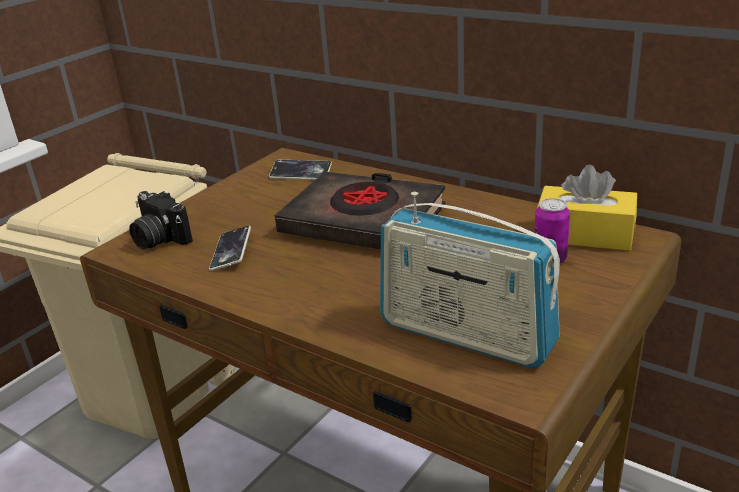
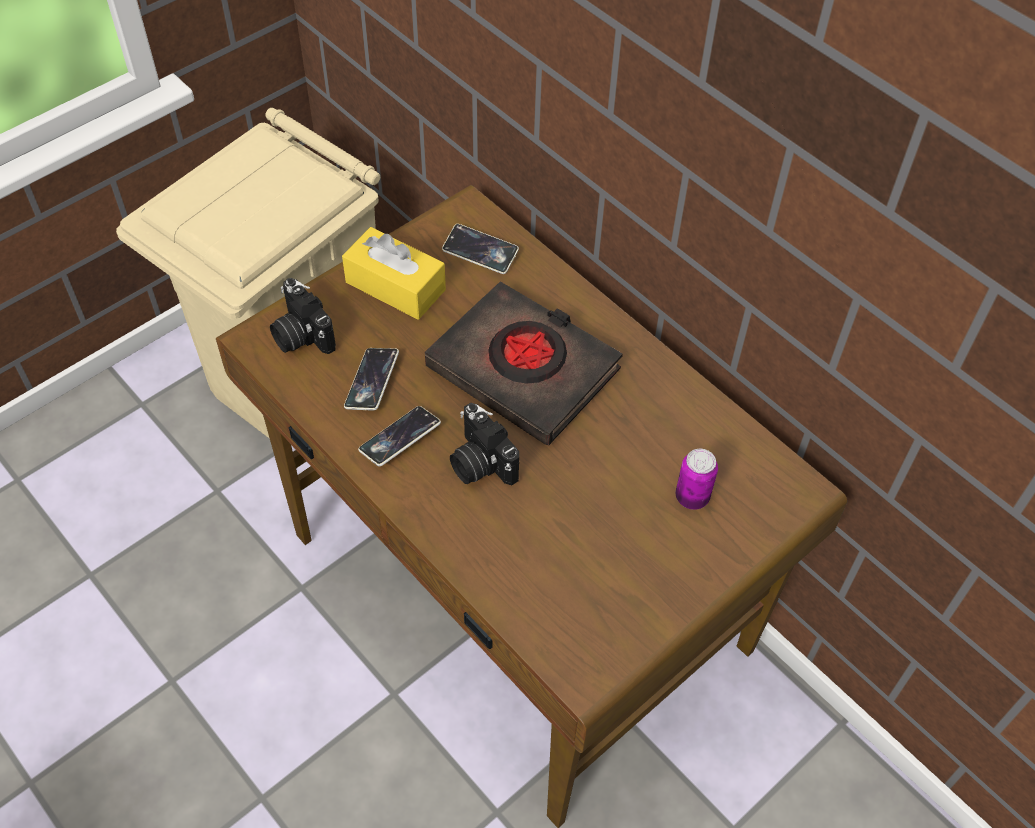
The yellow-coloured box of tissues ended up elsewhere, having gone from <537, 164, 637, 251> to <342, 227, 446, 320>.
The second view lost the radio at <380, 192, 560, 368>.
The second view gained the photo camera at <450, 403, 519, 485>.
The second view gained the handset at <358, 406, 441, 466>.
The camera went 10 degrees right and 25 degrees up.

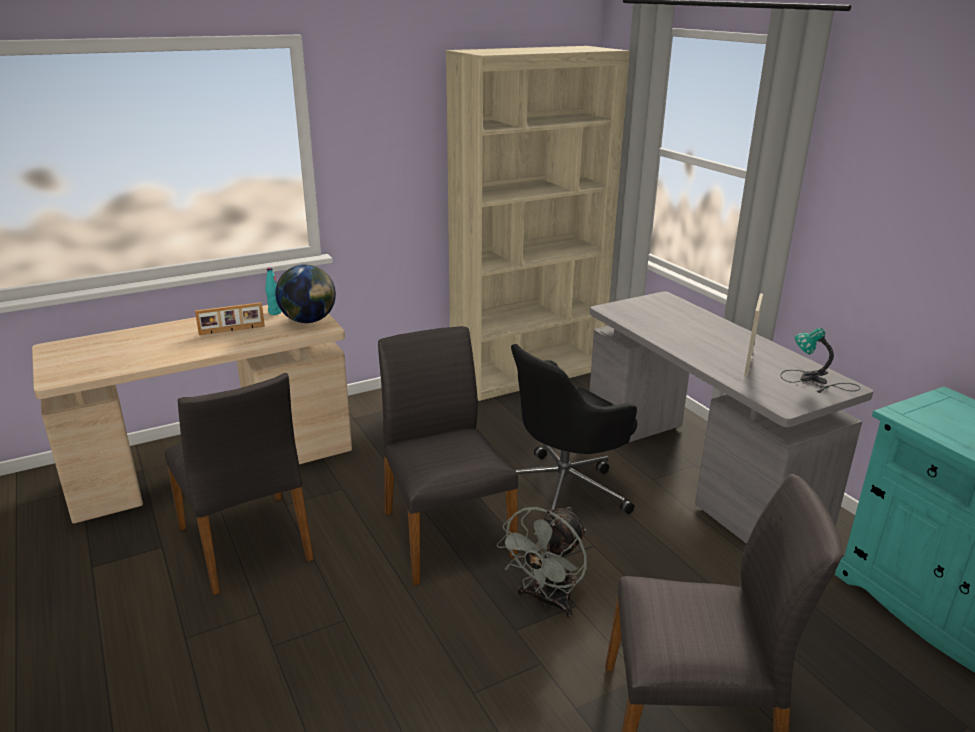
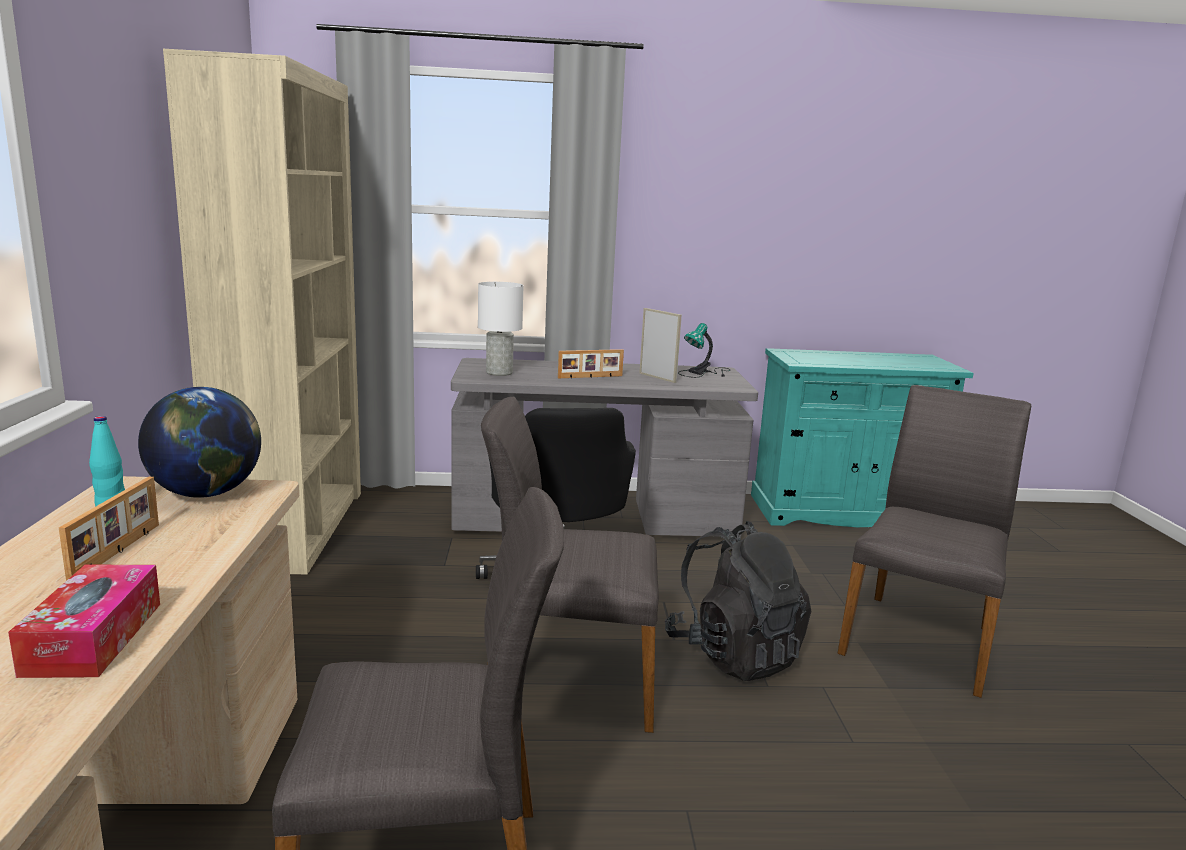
Where the grey cooling fan stood at <497, 506, 587, 618>, the black rucksack came to stand at <665, 521, 811, 681>.
The second view gained the whitish lamp for a table at <478, 282, 523, 376>.
The second view gained the photo frame at <558, 349, 624, 378>.
The second view gained the box of tissues at <8, 564, 160, 678>.
The camera went 65 degrees left and 10 degrees down.

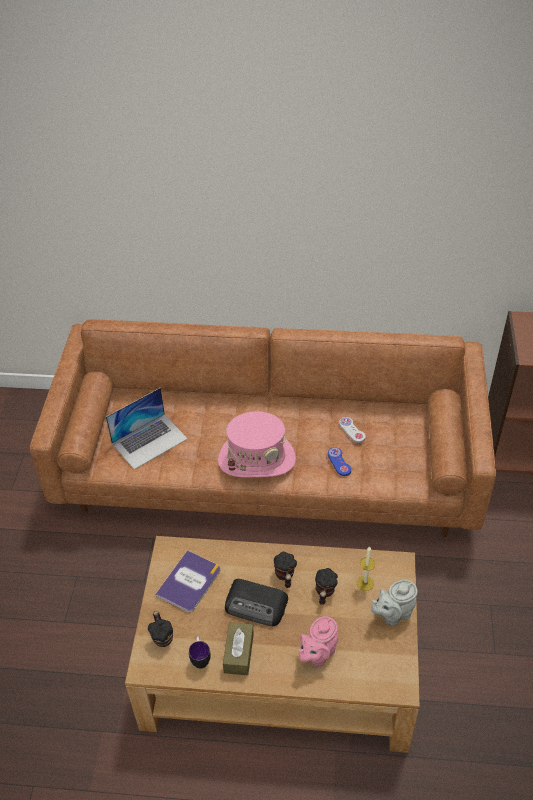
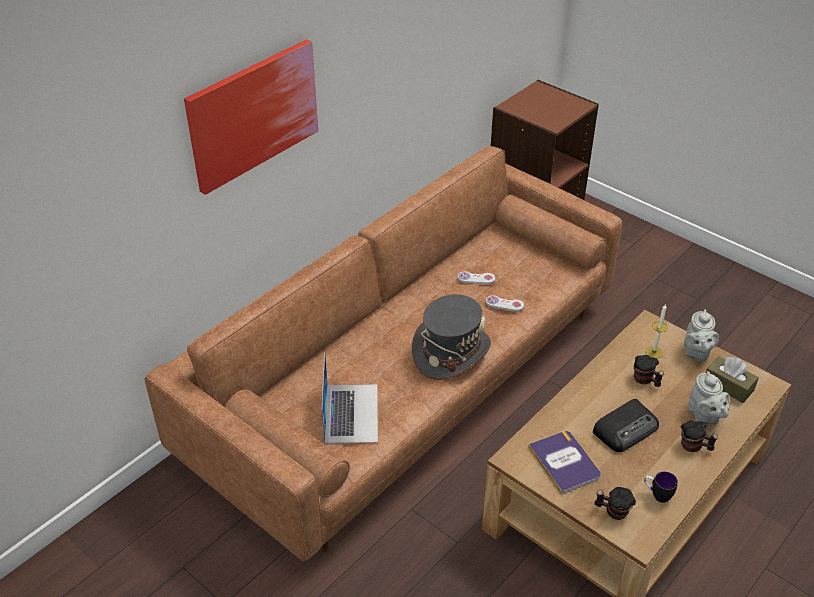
What was the pink-coloured wearable hat at <218, 411, 296, 477> turned into the grey wearable hat at <412, 294, 491, 380>.
What was the blue game controller at <328, 447, 351, 476> turned into the whitish game controller at <486, 295, 524, 312>.
The mug ended up elsewhere, having gone from <274, 552, 297, 588> to <681, 420, 718, 452>.
What was the pink-coloured tea pot at <299, 616, 338, 667> turned into the grey tea pot at <688, 371, 730, 425>.
The brown box of tissues ended up elsewhere, having gone from <223, 622, 254, 675> to <706, 356, 759, 403>.
The second view gained the picture at <184, 39, 318, 195>.
The camera went 55 degrees left and 5 degrees down.

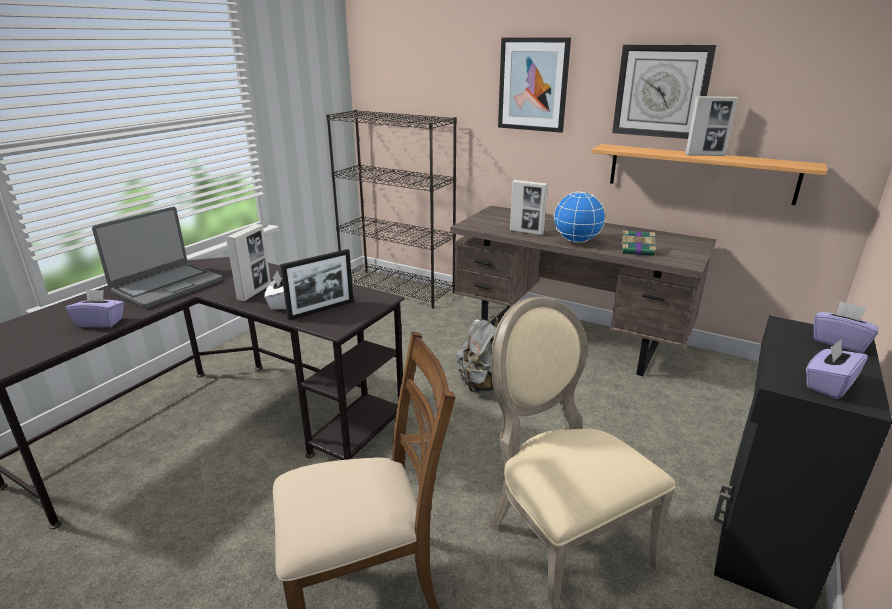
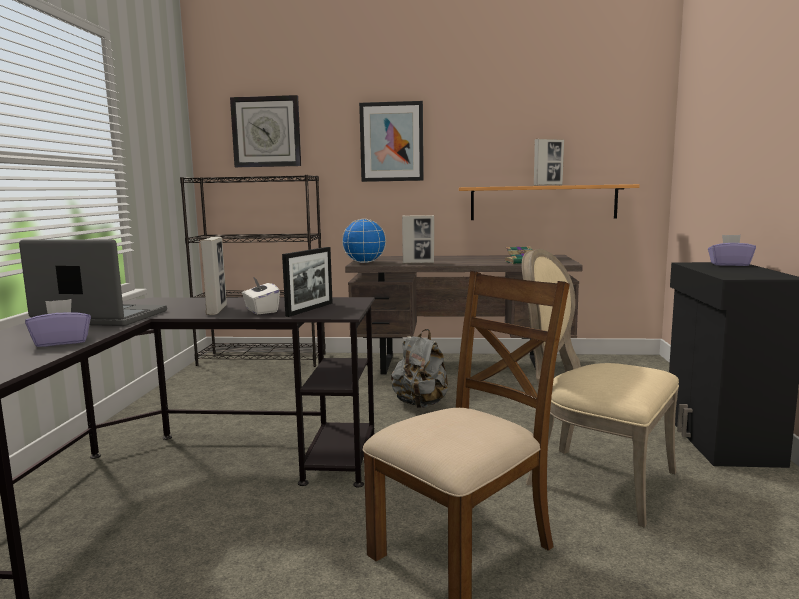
The wall clock ended up elsewhere, having gone from <612, 44, 717, 139> to <230, 95, 301, 167>.
The desk globe ended up elsewhere, having gone from <554, 191, 605, 243> to <342, 219, 386, 263>.
The portable computer at <92, 207, 223, 308> ended up facing another way, 90 degrees counterclockwise from before.
The second view lost the purplish box of tissues at <806, 339, 868, 399>.
The camera went 25 degrees left and 15 degrees down.

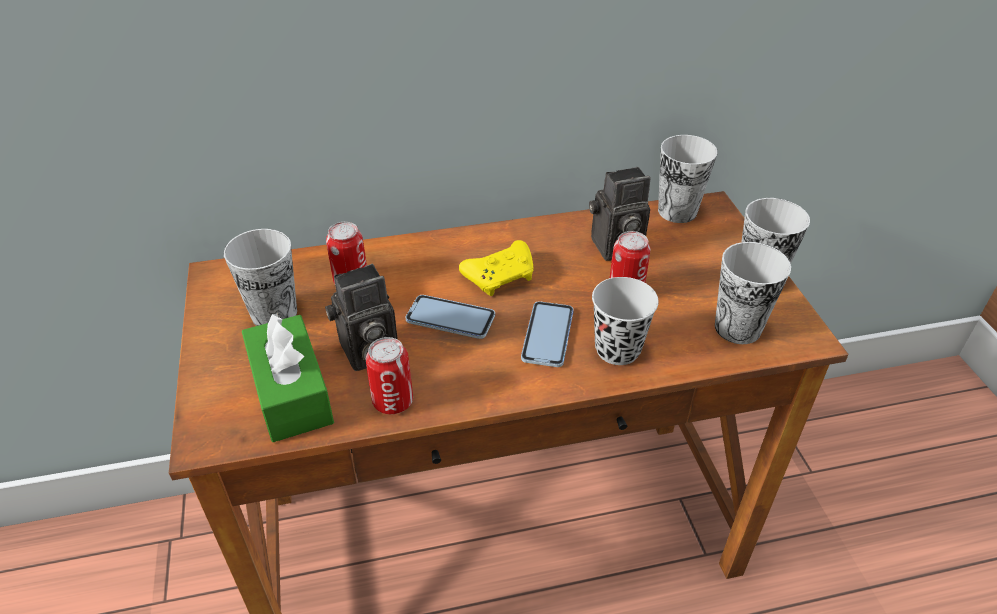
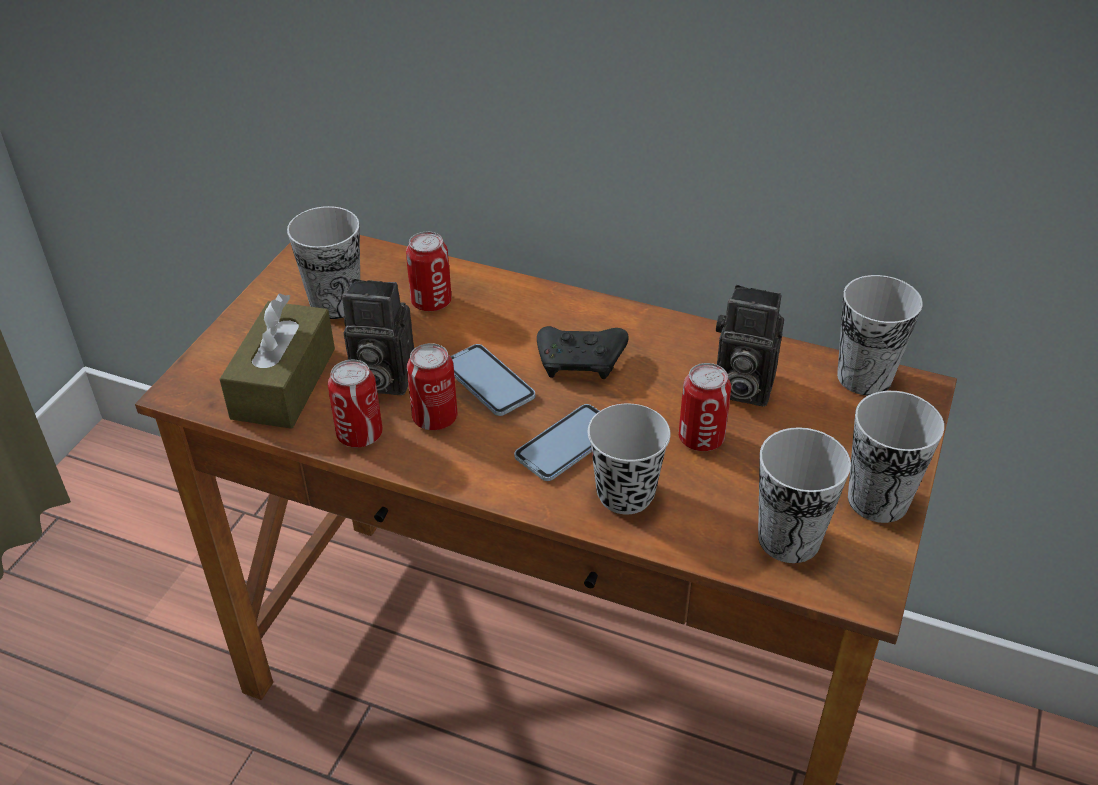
What was the yellow-coloured game controller at <459, 240, 534, 296> turned into the black game controller at <537, 326, 629, 379>.
What was the green-coloured box of tissues at <242, 312, 334, 442> turned into the brown box of tissues at <219, 293, 335, 429>.
The second view gained the metal can at <407, 343, 458, 430>.
The camera went 35 degrees right and 0 degrees up.

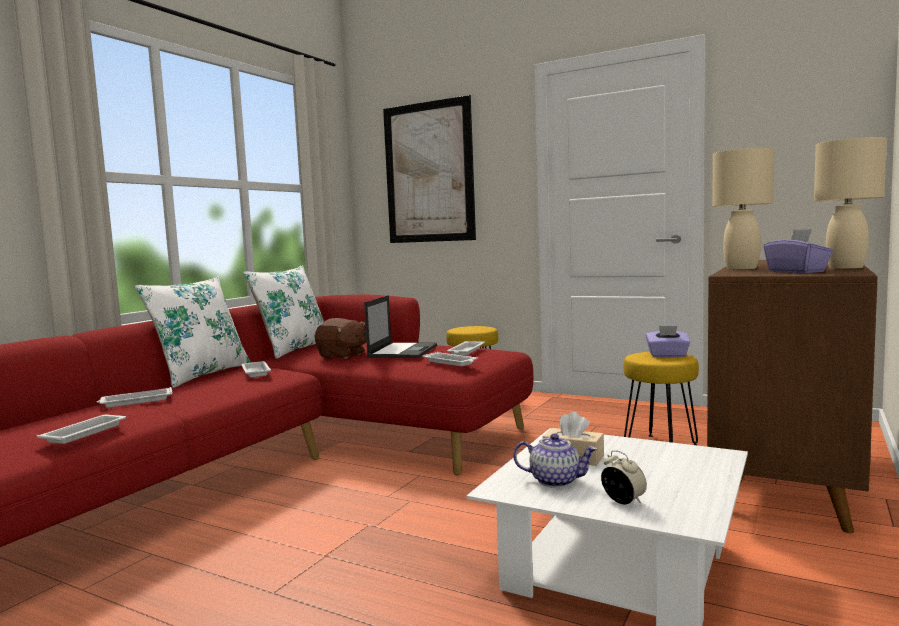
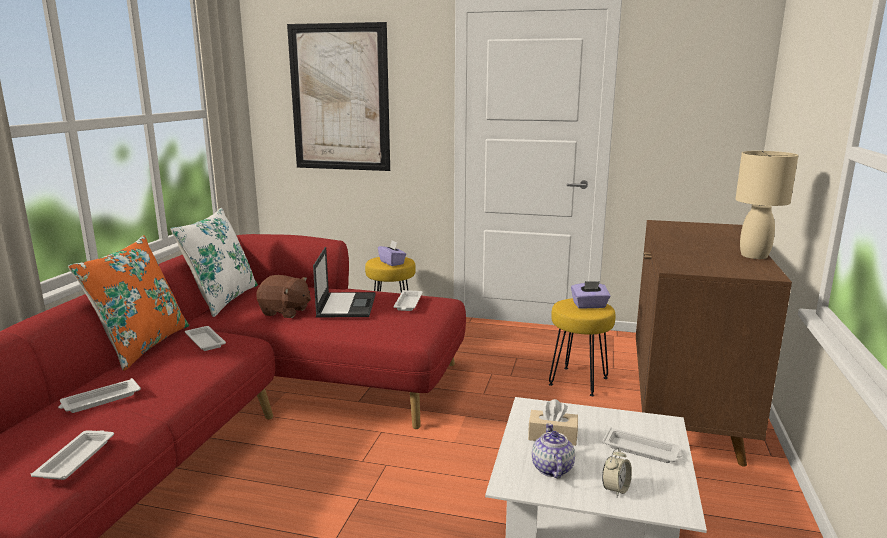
The second view lost the sand-coloured lamp for a table at <712, 148, 774, 269>.
The purplish box of tissues ended up elsewhere, having gone from <764, 229, 833, 273> to <378, 241, 406, 266>.
What was the whitish cushion at <134, 276, 251, 388> turned into the orange cushion at <68, 236, 189, 371>.
The whitish carrying tray ended up elsewhere, having gone from <423, 352, 478, 366> to <602, 427, 682, 463>.
The tea pot at <513, 433, 597, 488> ended up facing another way, 90 degrees counterclockwise from before.
The bedside clock at <601, 450, 647, 505> ended up facing another way, 90 degrees clockwise from before.
The camera went 15 degrees left and 10 degrees up.

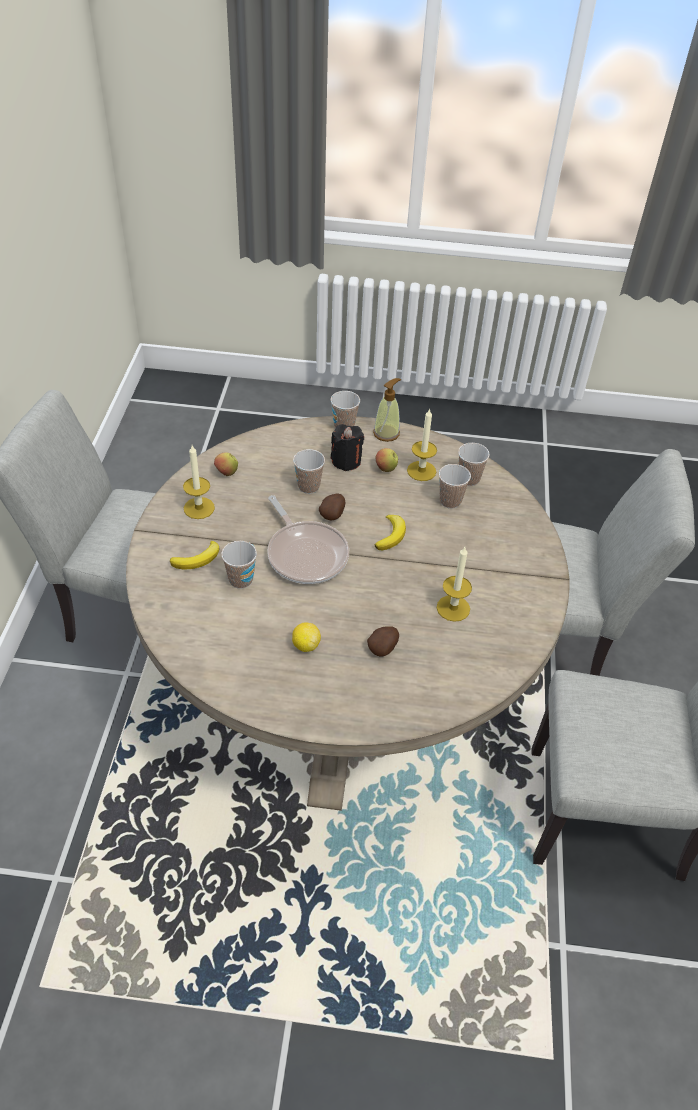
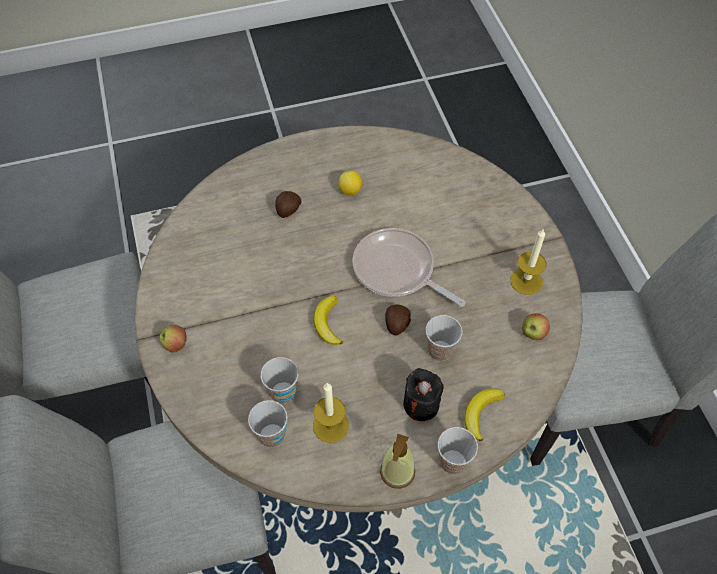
The apple fruit ended up elsewhere, having gone from <375, 448, 398, 472> to <159, 325, 187, 353>.
The banana ended up elsewhere, having gone from <170, 541, 219, 569> to <464, 388, 505, 441>.
The second view lost the cup at <221, 541, 257, 589>.
The second view lost the wax candle at <437, 547, 472, 622>.
The camera went 160 degrees right and 10 degrees up.

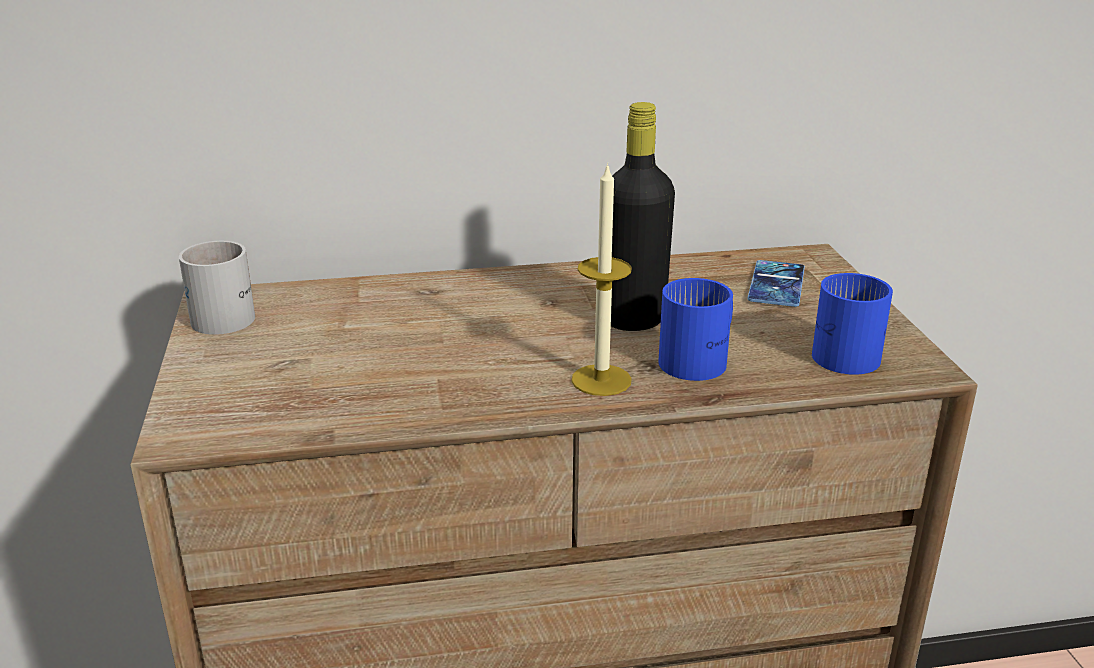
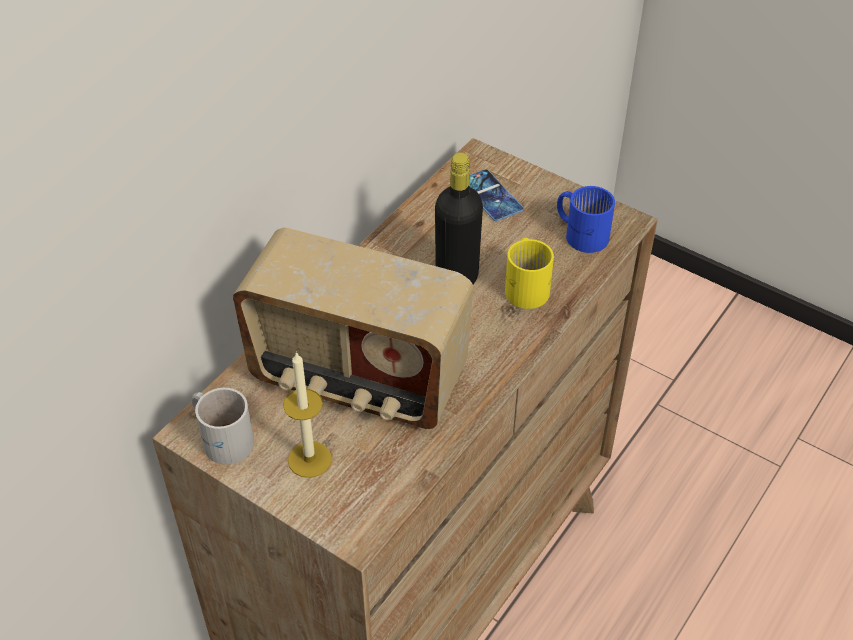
The wax candle ended up elsewhere, having gone from <571, 162, 632, 396> to <283, 351, 332, 478>.
What was the blue mug at <658, 278, 733, 381> turned into the yellow-coloured mug at <505, 238, 554, 309>.
The second view gained the radio at <233, 228, 473, 429>.
The camera went 45 degrees left and 20 degrees up.

